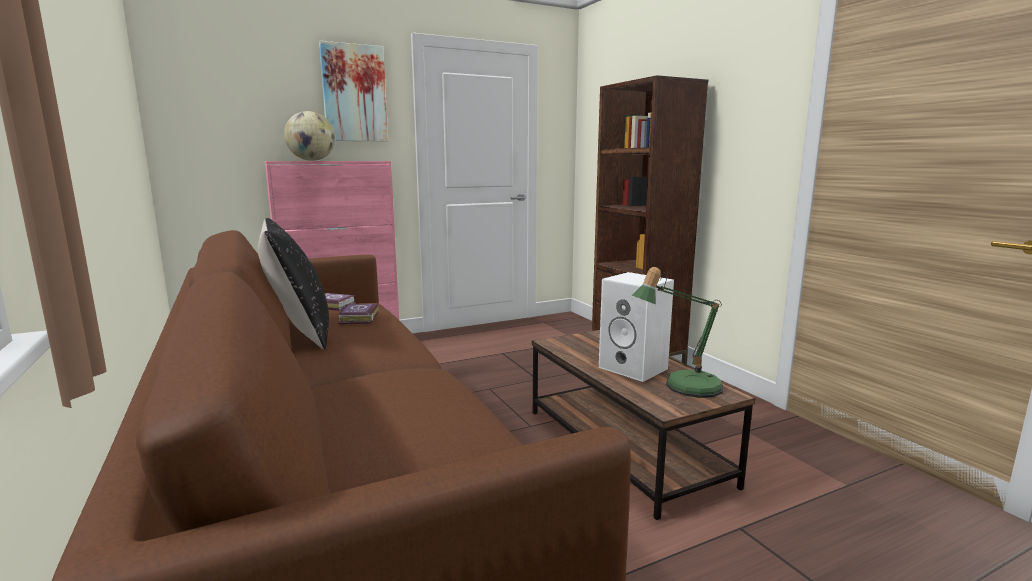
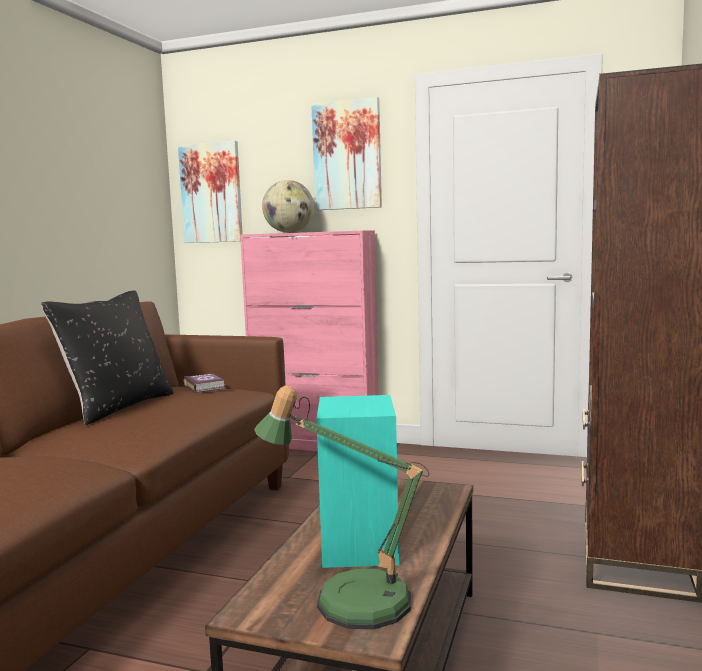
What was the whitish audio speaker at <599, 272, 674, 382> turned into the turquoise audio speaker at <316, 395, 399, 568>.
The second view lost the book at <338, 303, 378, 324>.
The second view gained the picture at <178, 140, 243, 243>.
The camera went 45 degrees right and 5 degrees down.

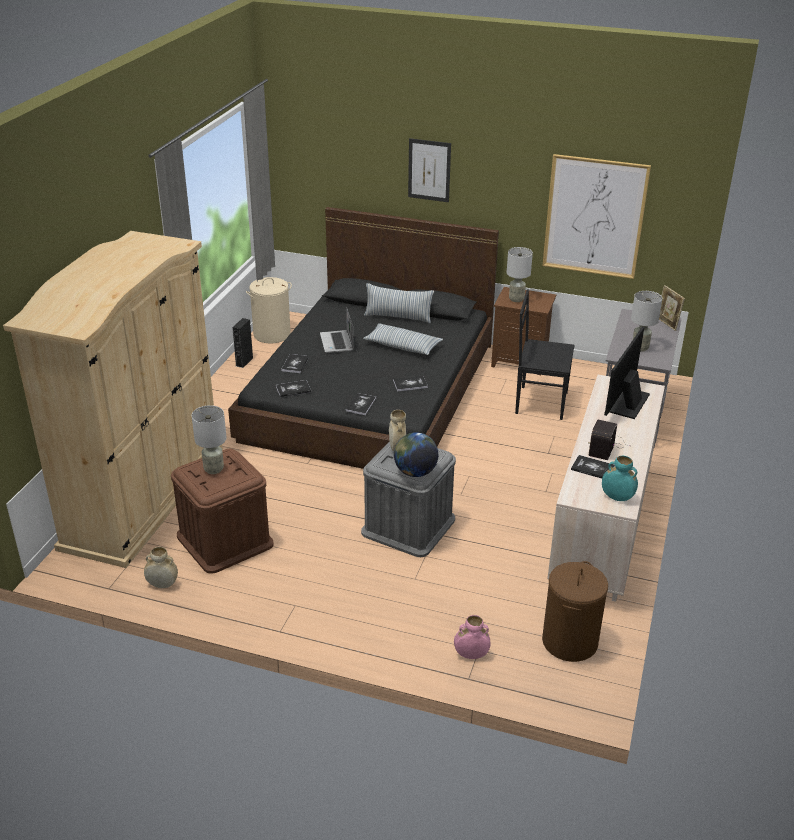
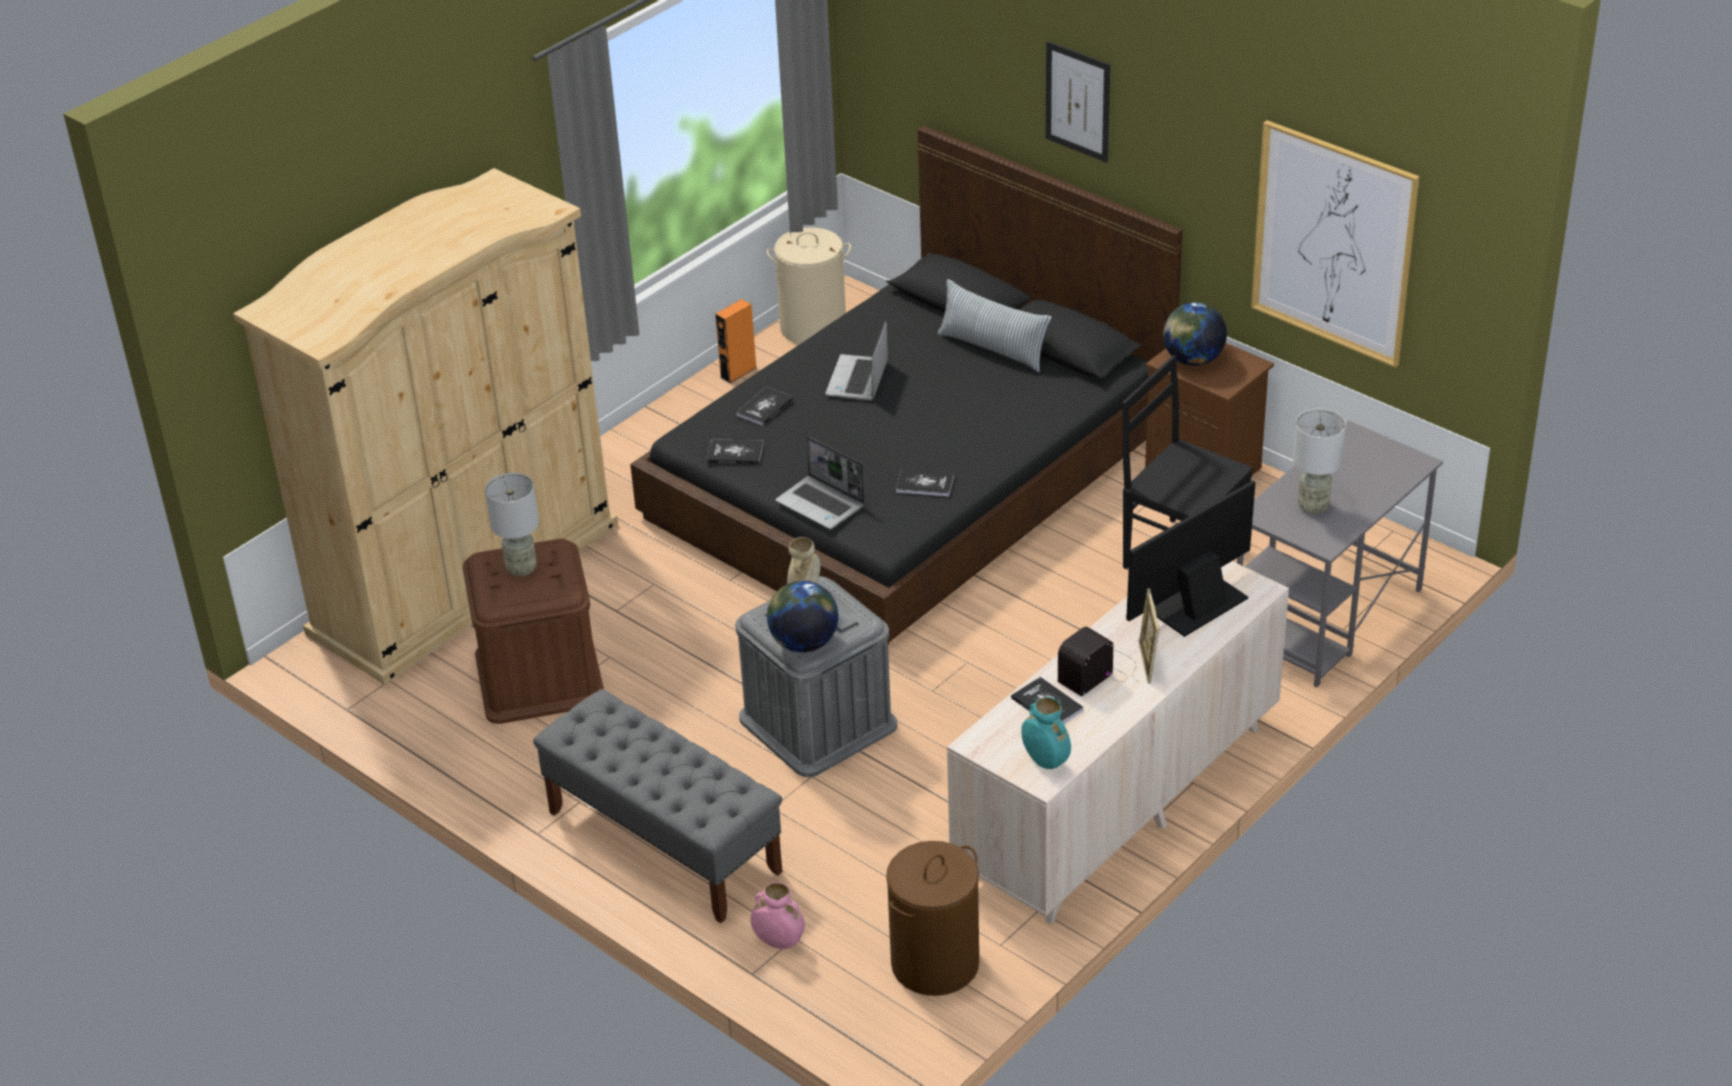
Where the grey lamp for a table stood at <507, 247, 533, 302>, the desk globe came to stand at <1163, 302, 1227, 366>.
The photo frame ended up elsewhere, having gone from <659, 285, 685, 331> to <1138, 588, 1159, 684>.
What was the black audio speaker at <232, 318, 253, 368> turned into the orange audio speaker at <715, 299, 757, 383>.
The second view lost the cushion at <363, 323, 443, 355>.
Where the book stood at <346, 393, 376, 415>, the portable computer came to stand at <775, 436, 865, 529>.
The second view lost the sand-coloured decorative vase at <144, 547, 178, 588>.
The second view gained the grey indoor bench at <533, 689, 782, 923>.
The camera went 25 degrees right and 5 degrees up.

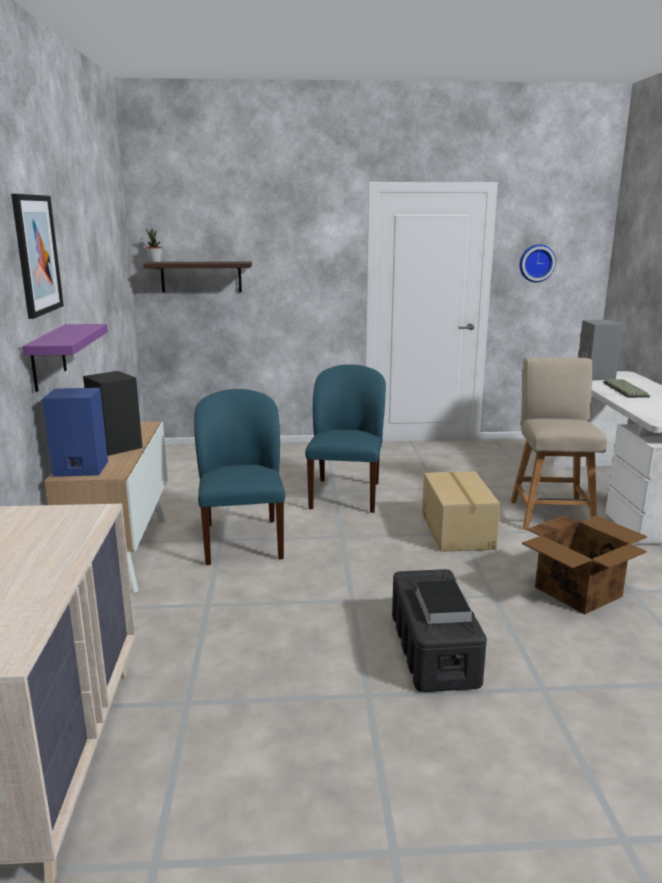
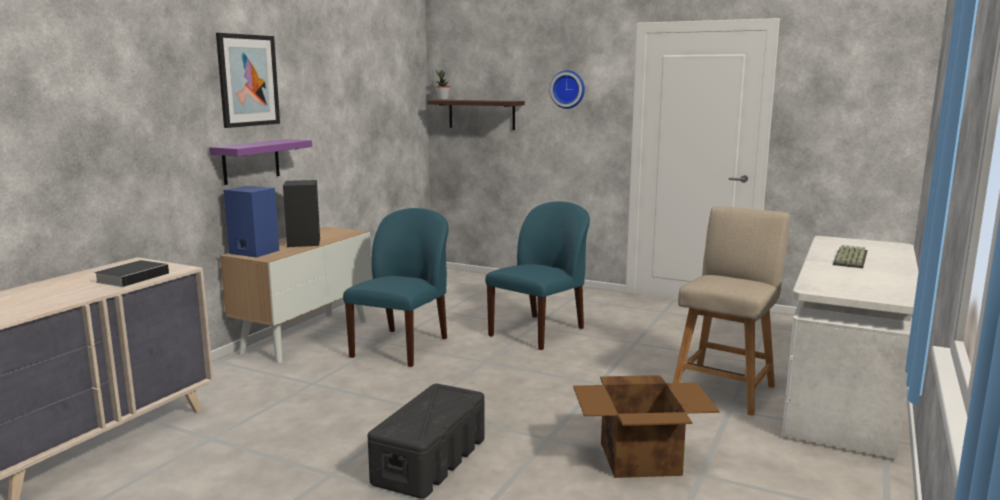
The wall clock ended up elsewhere, having gone from <520, 244, 556, 282> to <550, 70, 585, 109>.
The second view lost the grey audio speaker at <578, 320, 623, 380>.
The second view lost the carton at <422, 471, 501, 552>.
The book ended up elsewhere, having gone from <415, 580, 473, 624> to <94, 260, 174, 287>.
The camera went 30 degrees right and 5 degrees down.

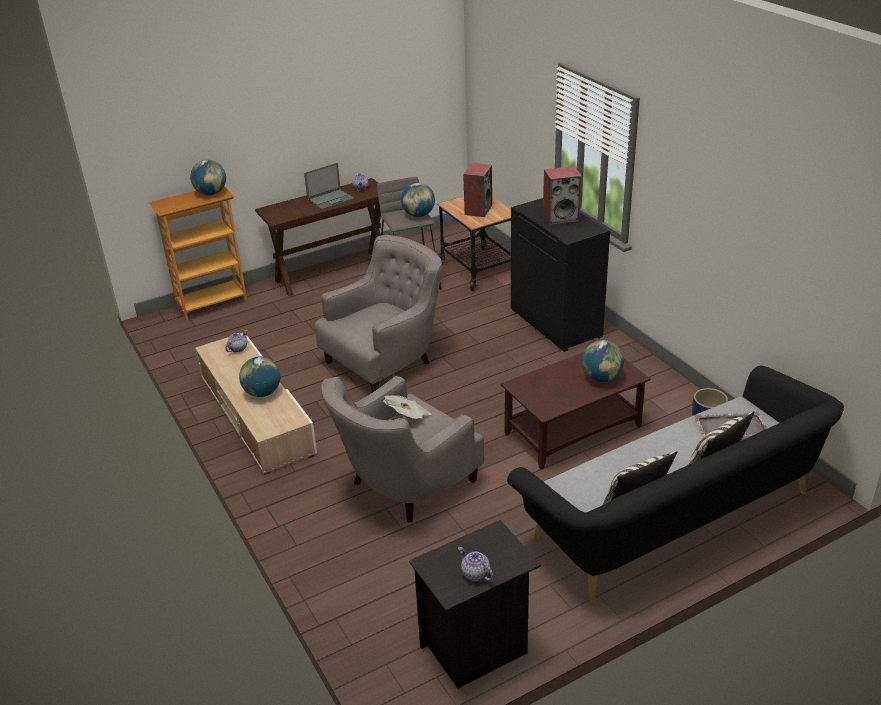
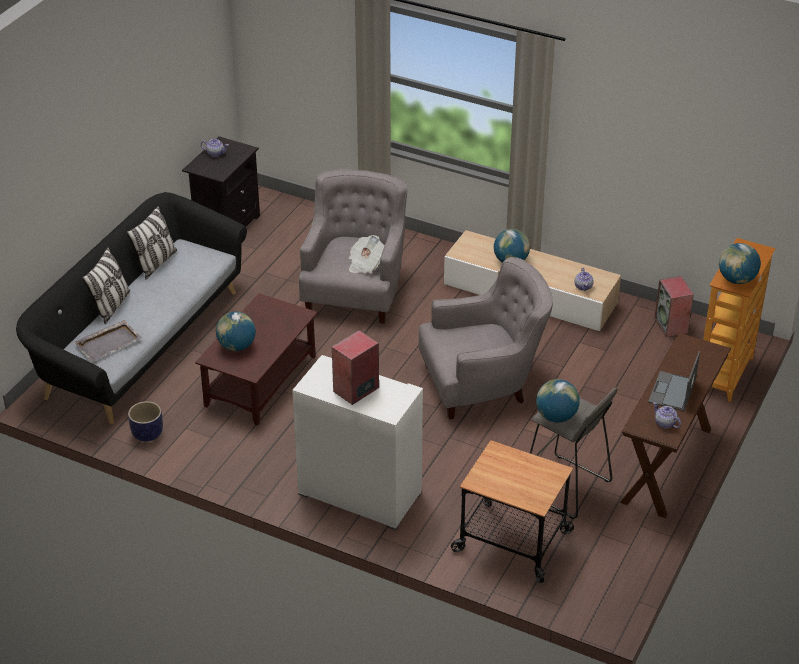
The audio speaker ended up elsewhere, having gone from <463, 163, 492, 217> to <654, 276, 694, 337>.
What was the black storage cabinet at <511, 198, 610, 352> turned into the whitish storage cabinet at <292, 355, 423, 530>.
The grey armchair at <314, 235, 442, 393> ended up facing another way, 120 degrees counterclockwise from before.
The camera went 145 degrees right and 5 degrees up.

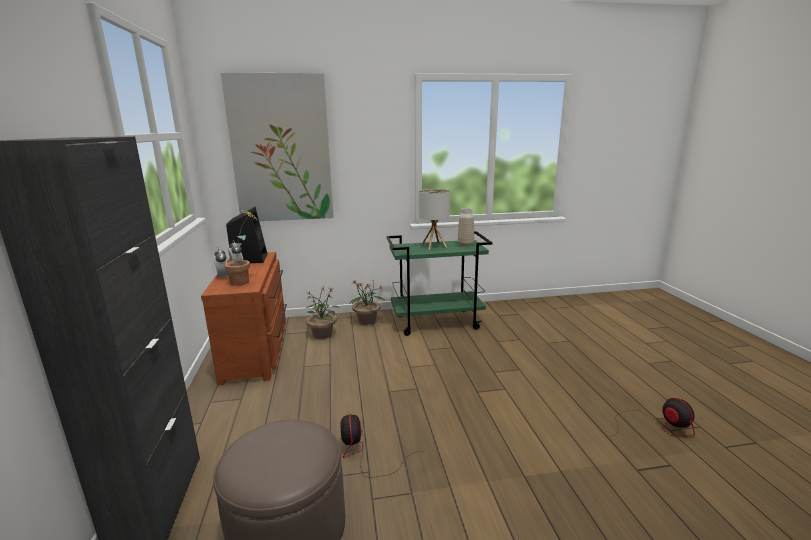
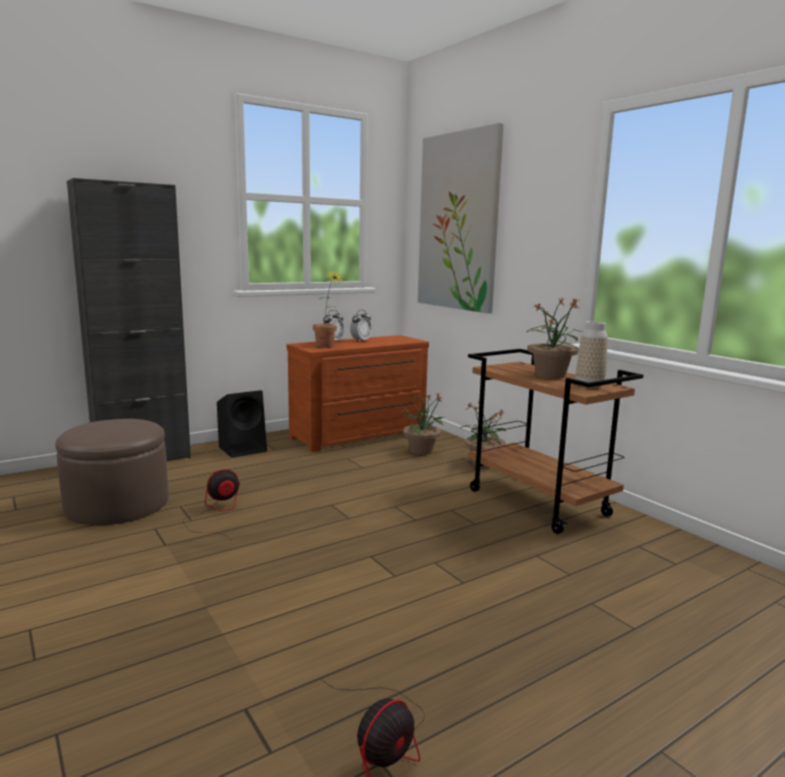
Where the lamp for a table stood at <419, 189, 450, 249>, the houseplant came to stand at <526, 296, 583, 379>.
The black audio speaker ended up elsewhere, having gone from <226, 207, 268, 263> to <217, 390, 267, 458>.
What was the green-coloured wheeled cart at <386, 231, 492, 336> turned into the brown wheeled cart at <468, 349, 643, 534>.
The camera went 65 degrees right and 5 degrees down.

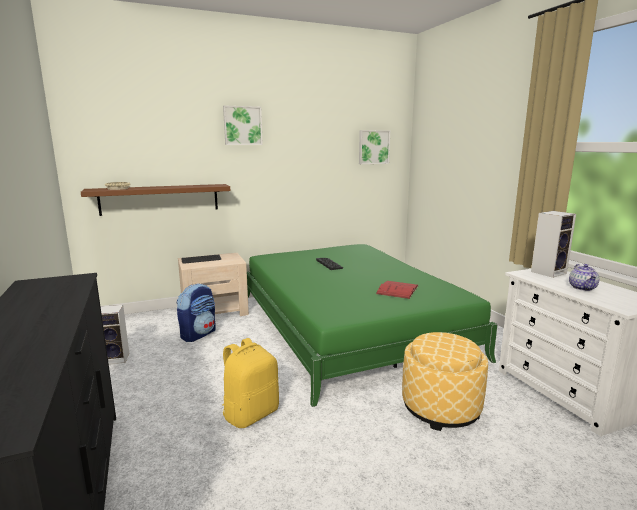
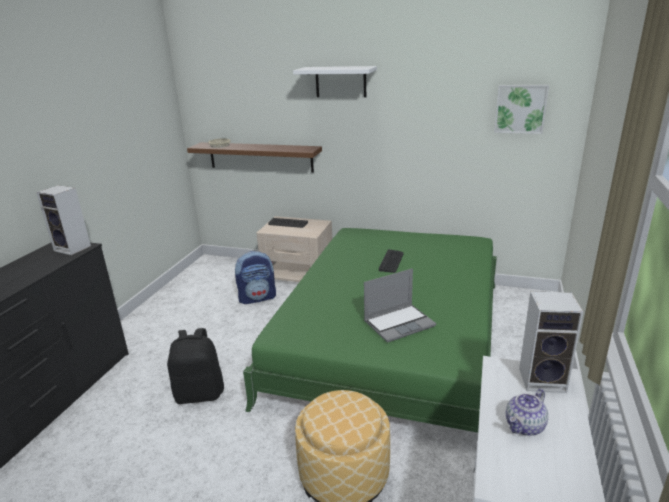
Where the picture hung at <223, 105, 263, 145>, the whitish wall shelf came to hang at <293, 66, 377, 97>.
Where the red book stood at <376, 281, 418, 299>, the portable computer came to stand at <364, 268, 436, 342>.
The audio speaker ended up elsewhere, having gone from <101, 305, 129, 364> to <36, 185, 91, 255>.
What was the yellow-coloured rucksack at <223, 338, 279, 428> turned into the black rucksack at <167, 328, 224, 404>.
The camera went 40 degrees right and 10 degrees up.

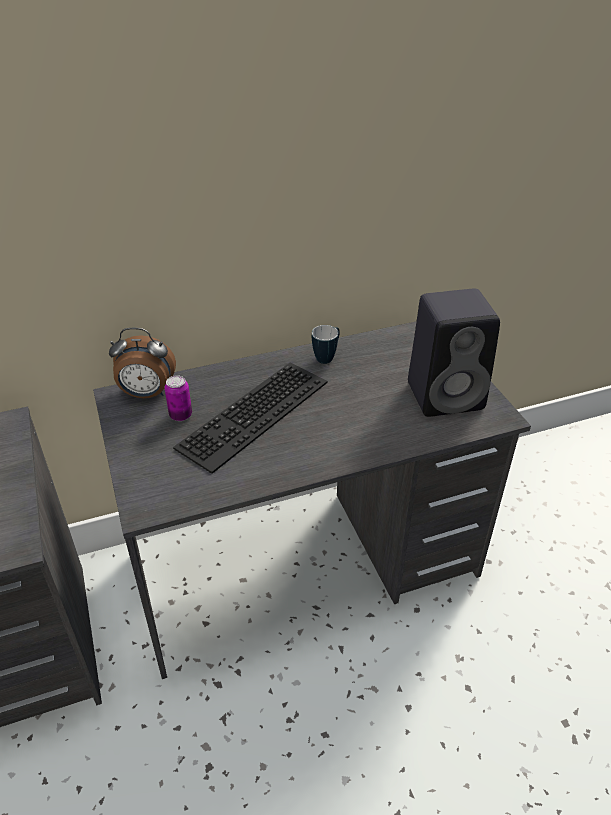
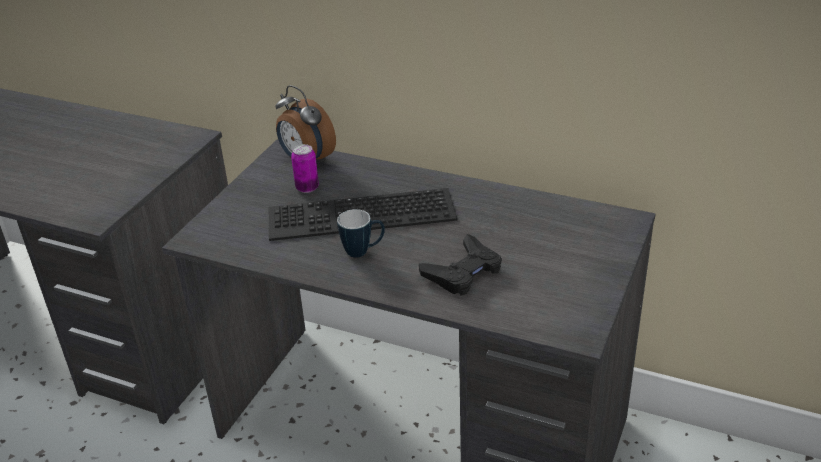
The second view lost the black audio speaker at <408, 288, 500, 417>.
The mug ended up elsewhere, having gone from <312, 325, 340, 364> to <337, 209, 385, 258>.
The second view gained the black game controller at <419, 234, 502, 296>.
The camera went 45 degrees right and 5 degrees down.

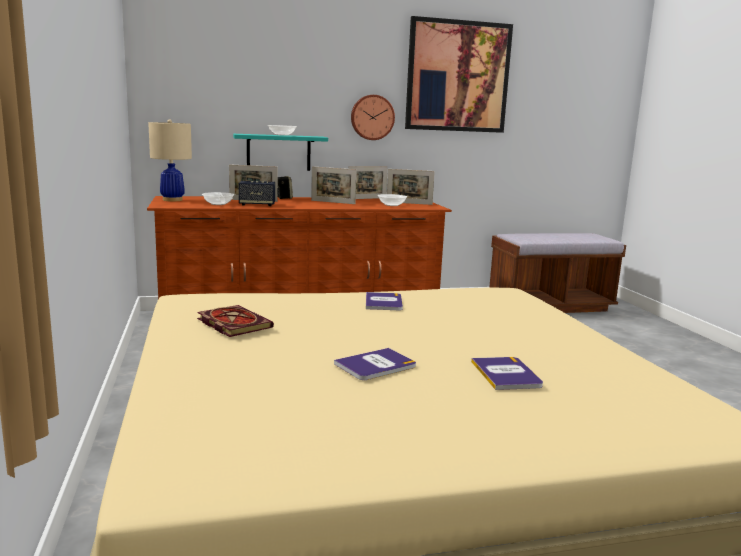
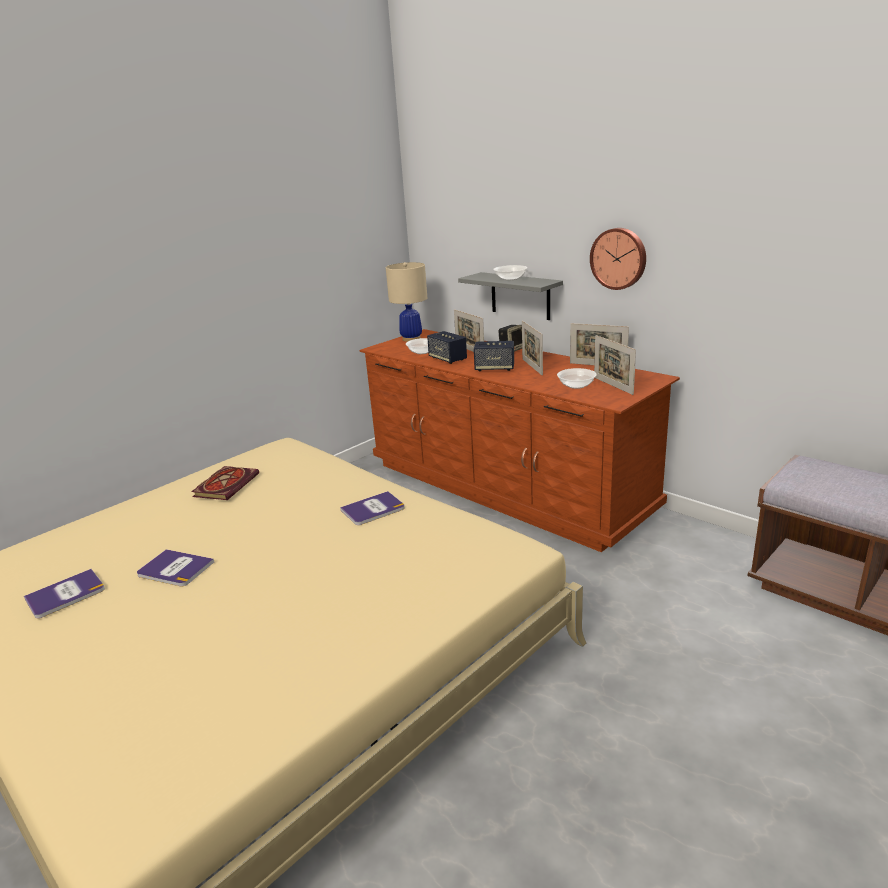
The second view lost the picture at <405, 16, 513, 133>.
What was the turquoise wall shelf at <233, 134, 328, 171> turned into the grey wall shelf at <458, 272, 563, 320>.
The book ended up elsewhere, having gone from <471, 357, 543, 390> to <24, 569, 105, 618>.
The second view gained the audio speaker at <474, 341, 514, 371>.
The camera went 60 degrees right and 10 degrees up.

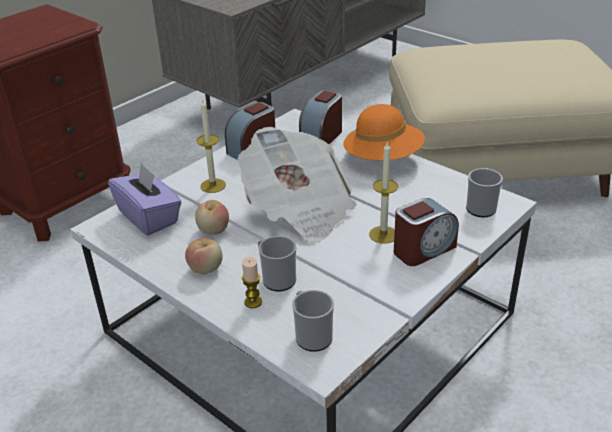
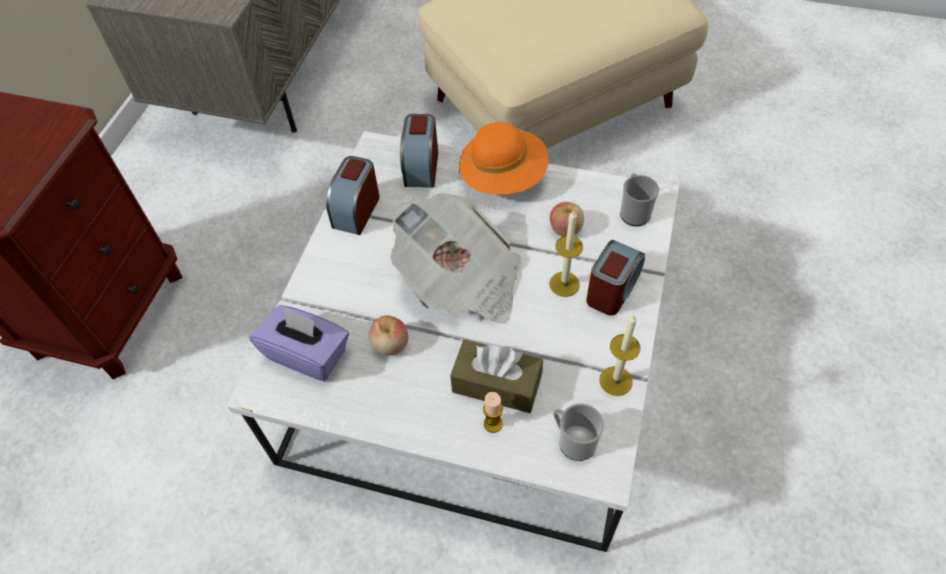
The wax candle ended up elsewhere, having gone from <196, 98, 226, 193> to <599, 315, 640, 396>.
Where the mug stood at <258, 236, 296, 292>, the brown box of tissues came to stand at <450, 339, 543, 413>.
The apple fruit ended up elsewhere, having gone from <185, 238, 223, 274> to <550, 202, 584, 237>.
The camera went 25 degrees left and 20 degrees up.

